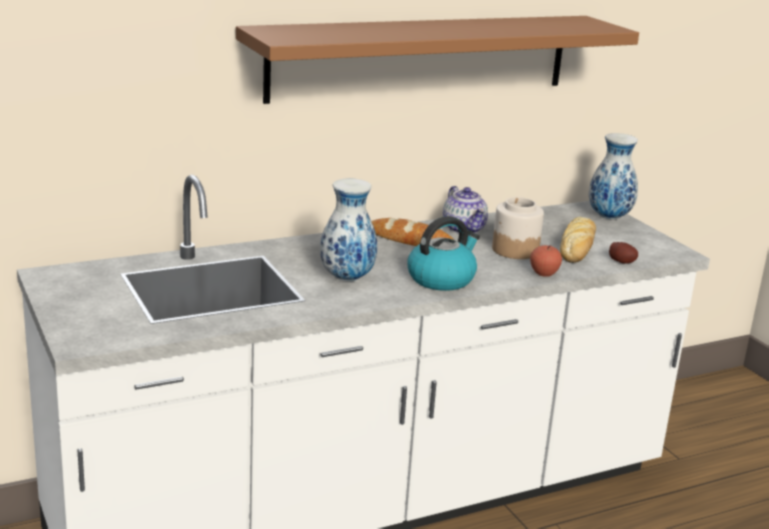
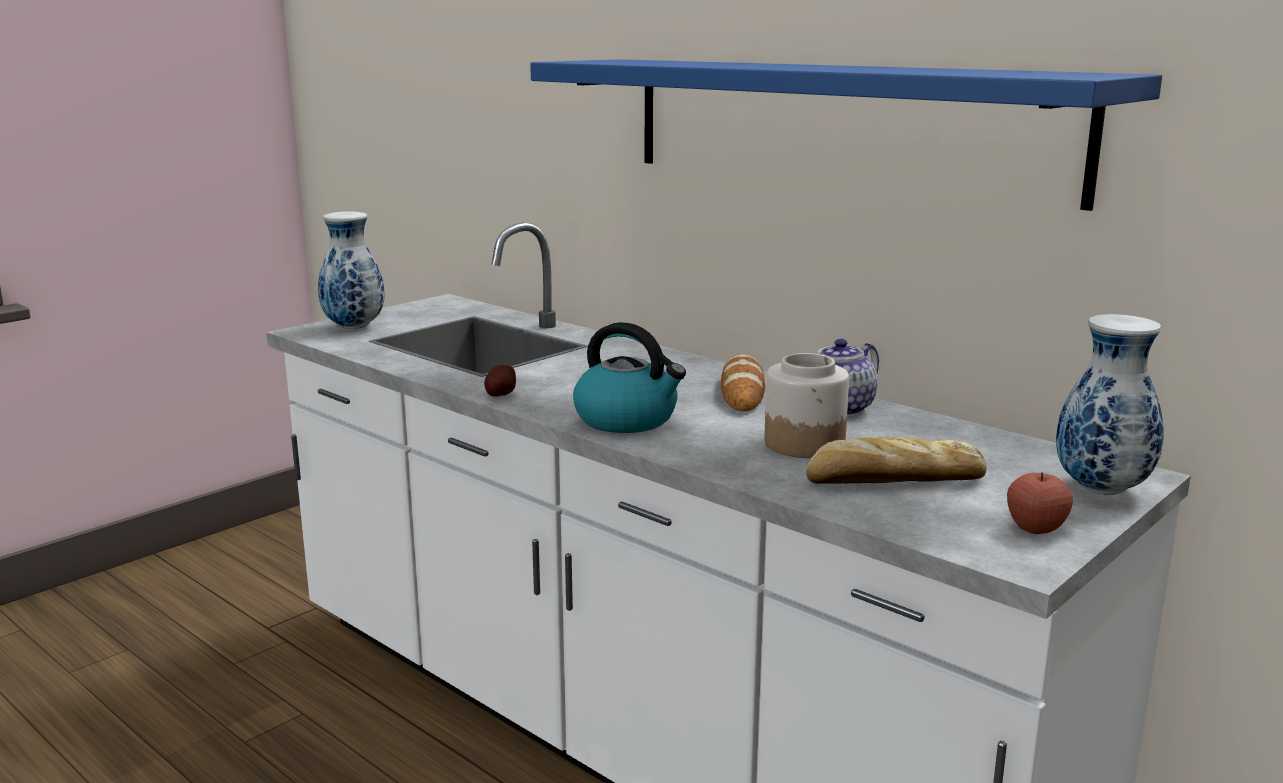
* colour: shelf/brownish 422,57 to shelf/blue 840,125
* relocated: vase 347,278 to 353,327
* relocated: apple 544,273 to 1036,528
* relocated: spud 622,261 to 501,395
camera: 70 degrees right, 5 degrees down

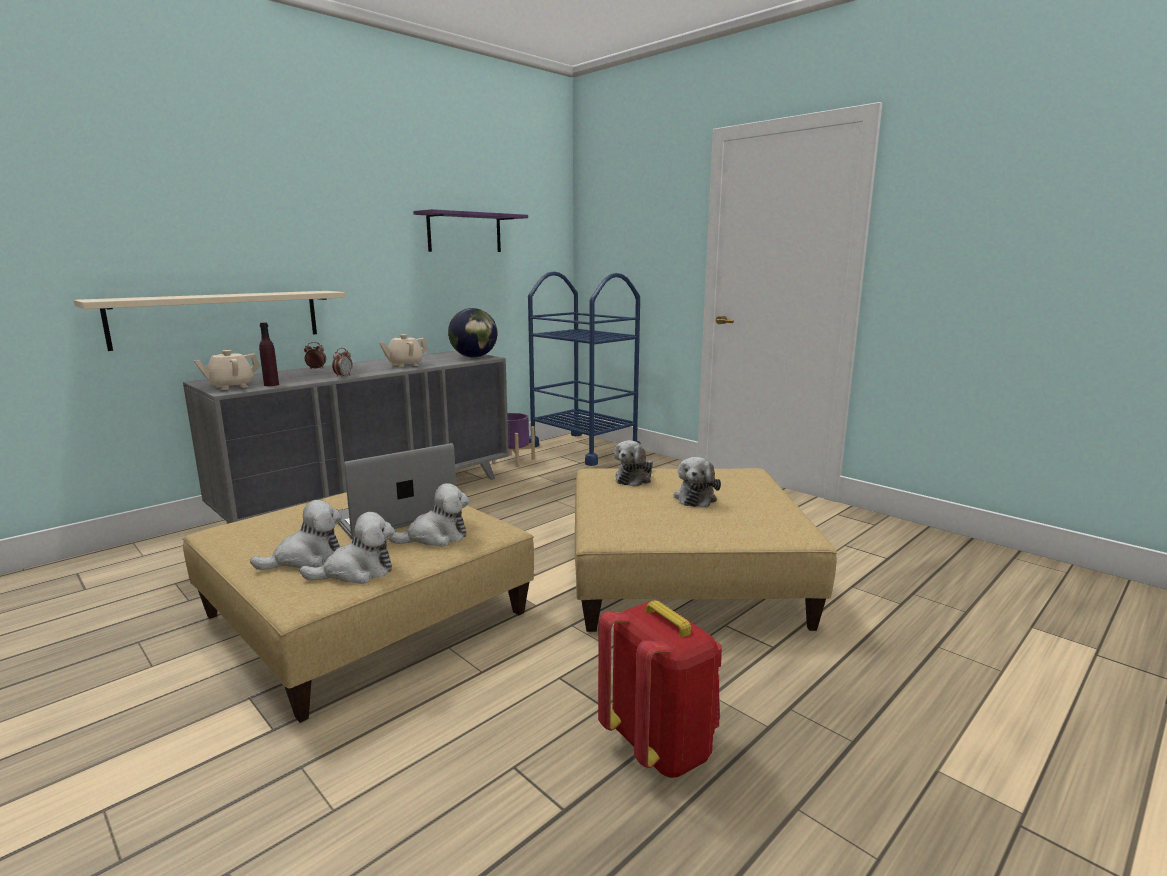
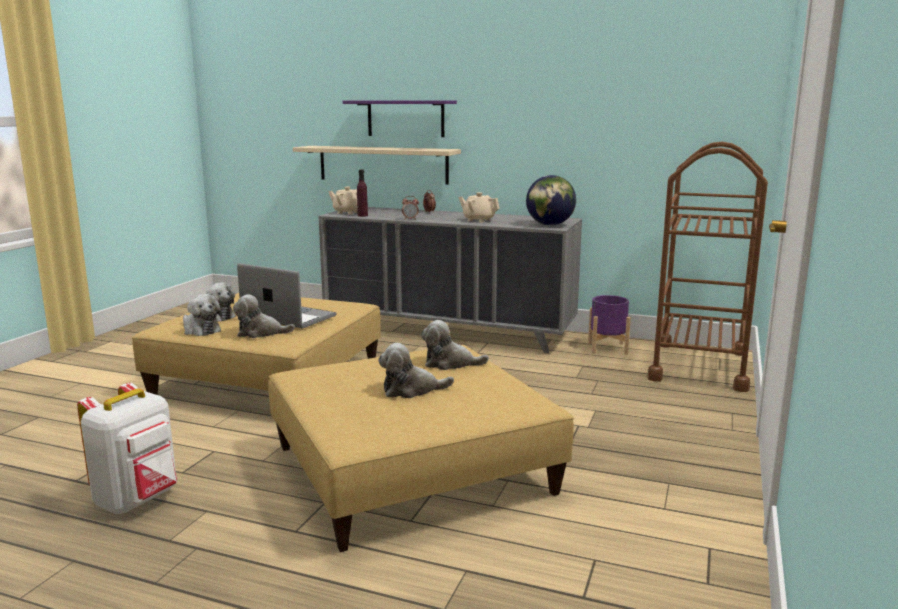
* spun: cuddly toy 435,537 = 260,333 135 degrees clockwise
* relocated: shelf/purple-coloured 464,232 to 405,118
* colour: cart/blue 583,448 to cart/brownish 699,366
* colour: rucksack/reddish 661,747 to rucksack/white-coloured 138,500
camera: 65 degrees right, 0 degrees up

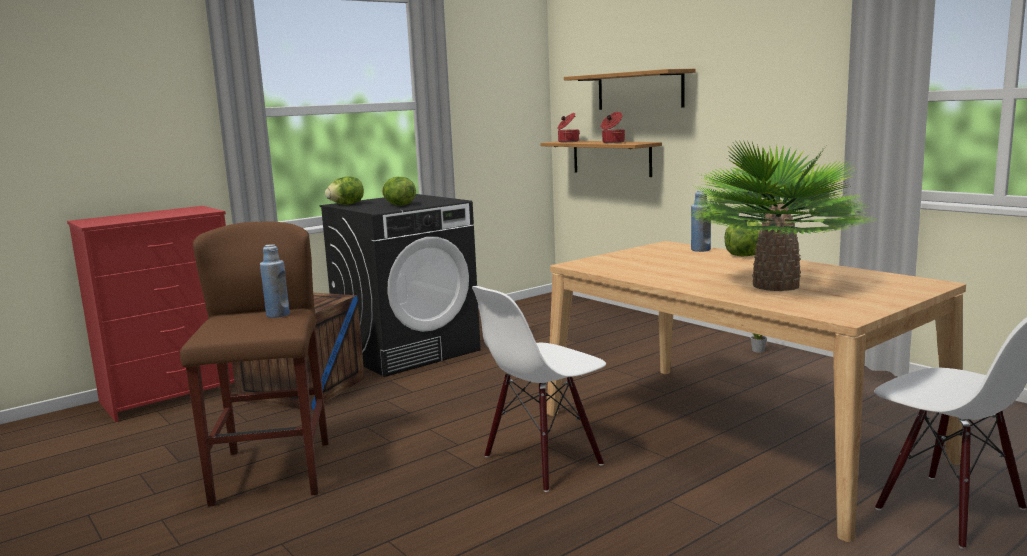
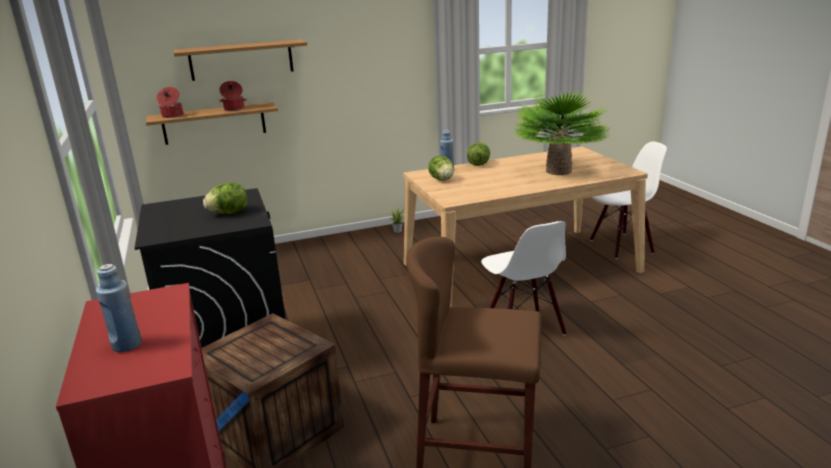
* relocated: bottle/blue 277,315 to 127,345
* relocated: lettuce head 346,204 to 442,180
camera: 70 degrees left, 10 degrees up

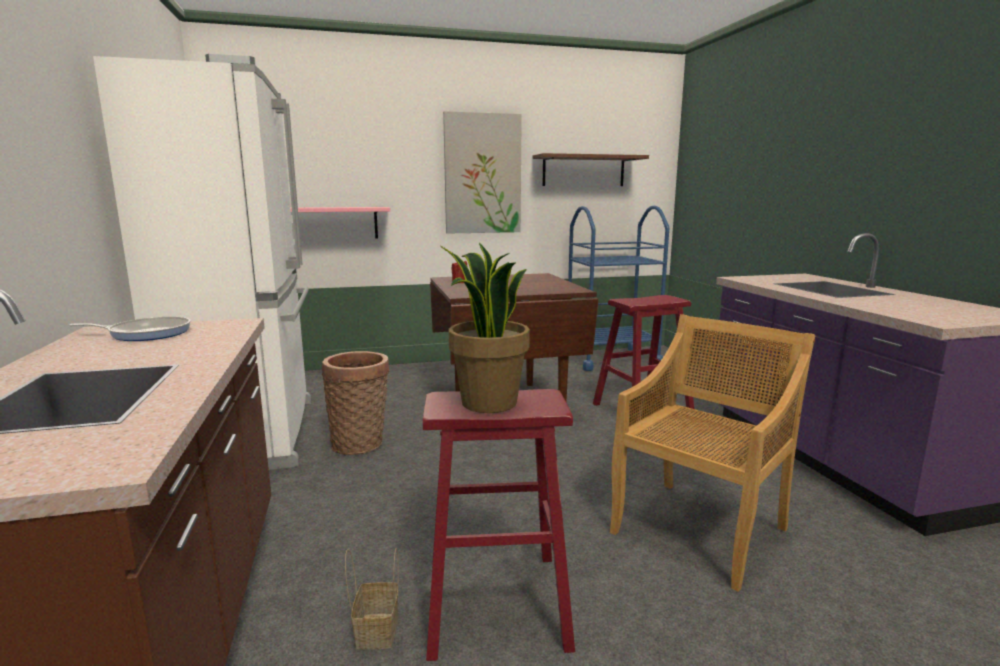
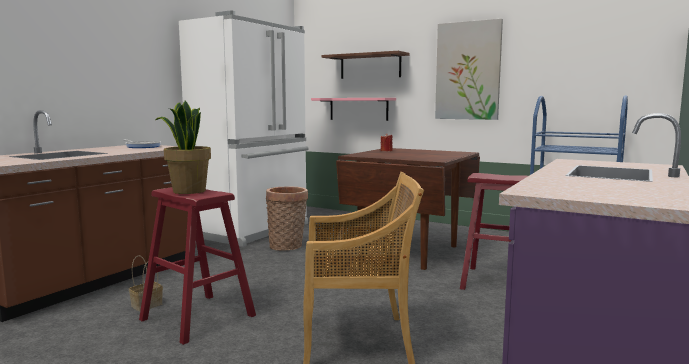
* relocated: shelf/brownish 583,171 to 370,66
camera: 45 degrees right, 5 degrees down

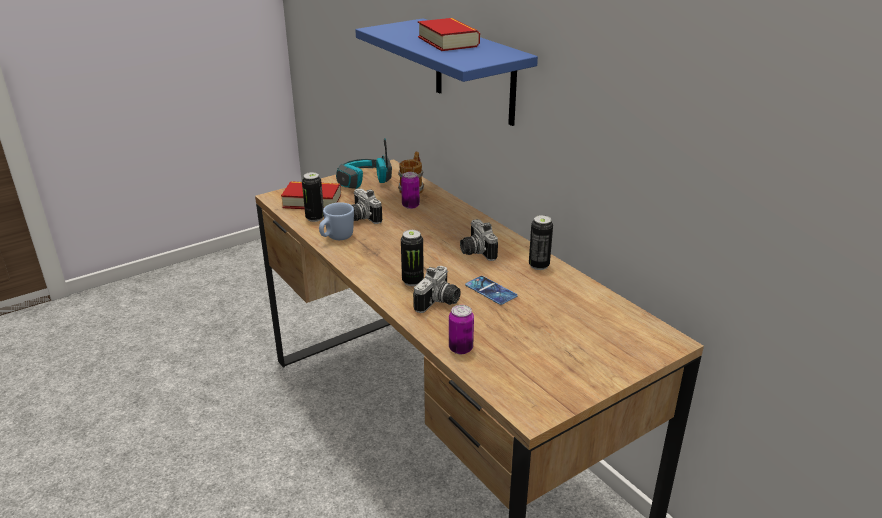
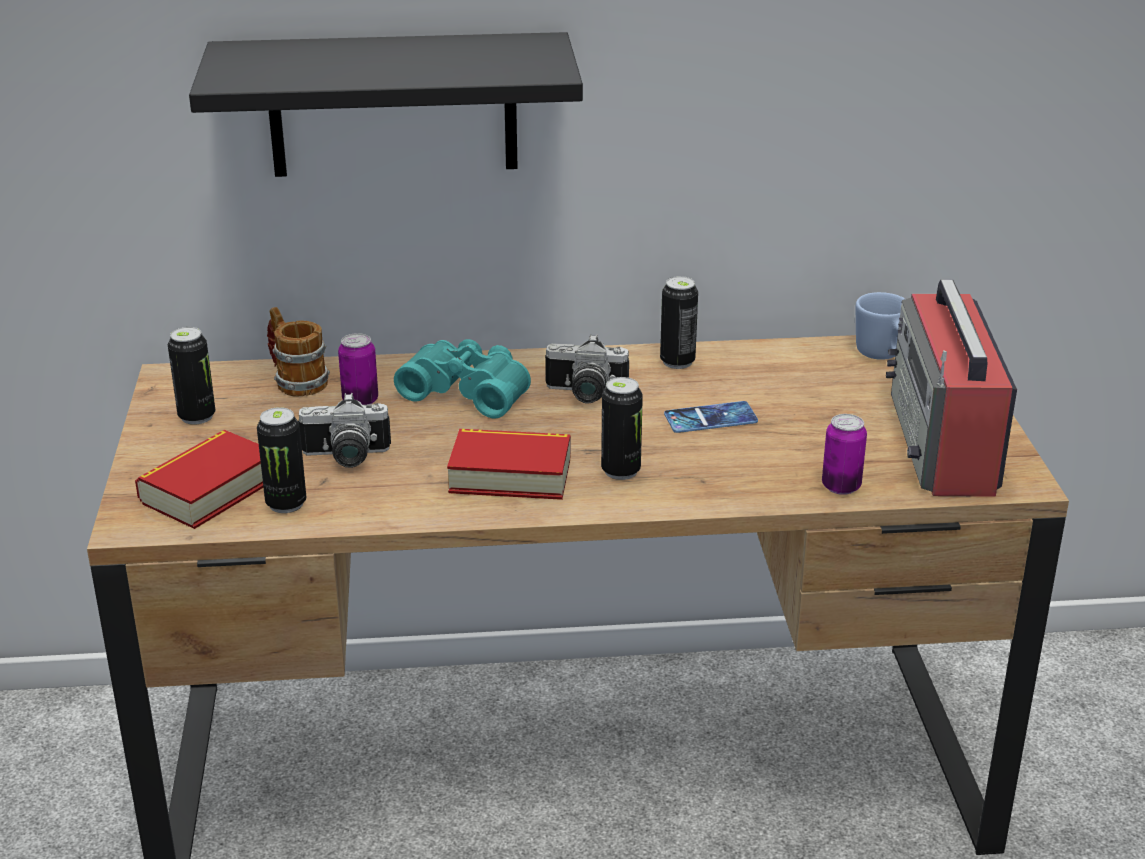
* relocated: mug/blue 336,238 to 883,356
* exchanged: headphones 364,181 to sealed can 197,416
* colour: shelf/blue 474,72 to shelf/black 393,105
* missing: photo camera 439,303
* relocated: volume 448,42 to 510,475
* appeared: binoculars/turquoise-coloured 468,391
* appeared: radio set 943,444
camera: 60 degrees left, 0 degrees up

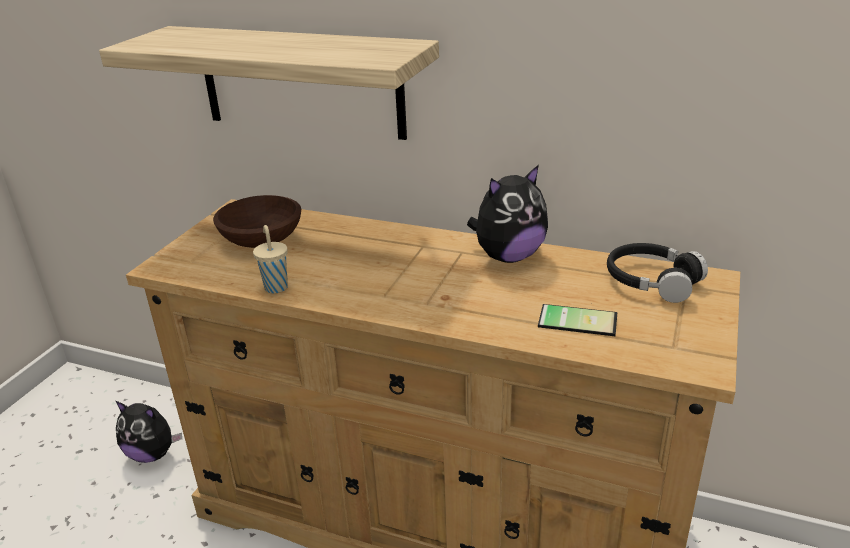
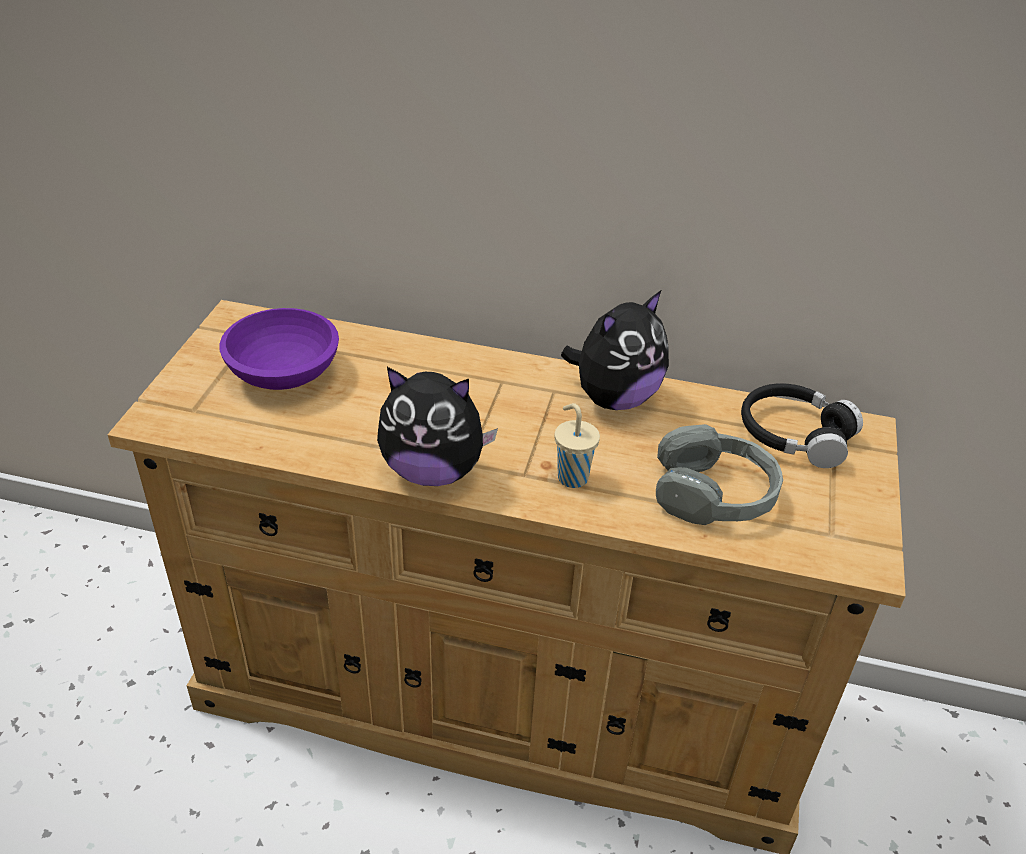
* missing: shelf 300,82
* relocated: cuddly toy 152,454 to 433,471
* colour: deep dish/brownish 263,240 to deep dish/purple-coloured 286,374
* relocated: small cup/beige 276,287 to 571,477
* exchanged: telephone 578,318 to headphones/gray 714,494
camera: 10 degrees left, 10 degrees up

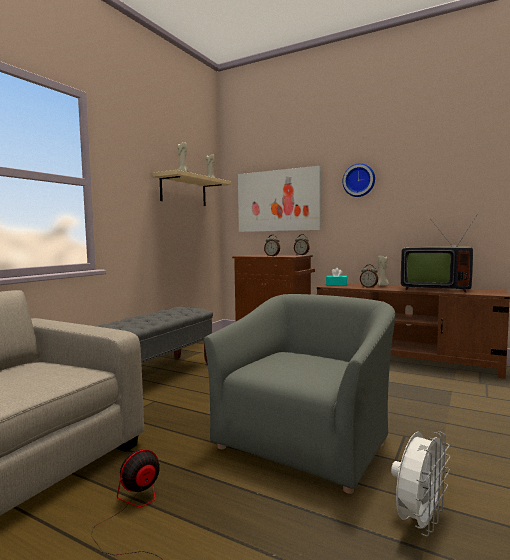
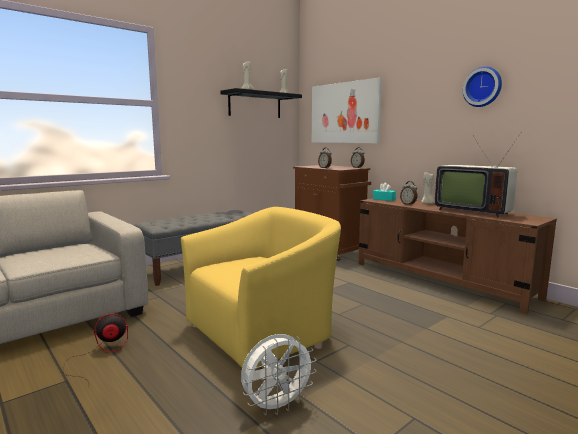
* colour: shelf/beige 183,191 to shelf/black 255,105
* colour: lounge chair/gray 306,440 to lounge chair/yellow 262,333
* relocated: hanging clock 359,180 to 483,87
camera: 20 degrees right, 5 degrees up

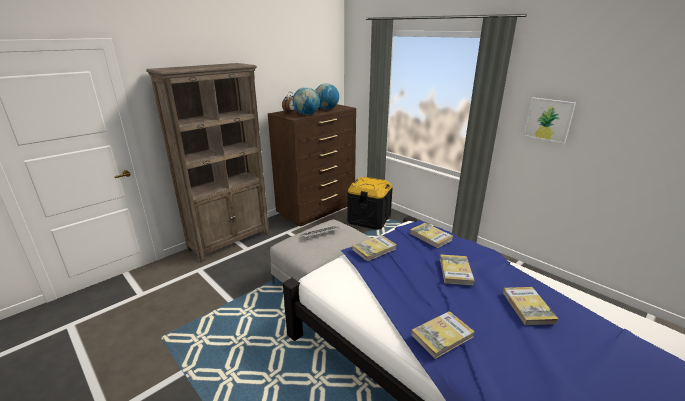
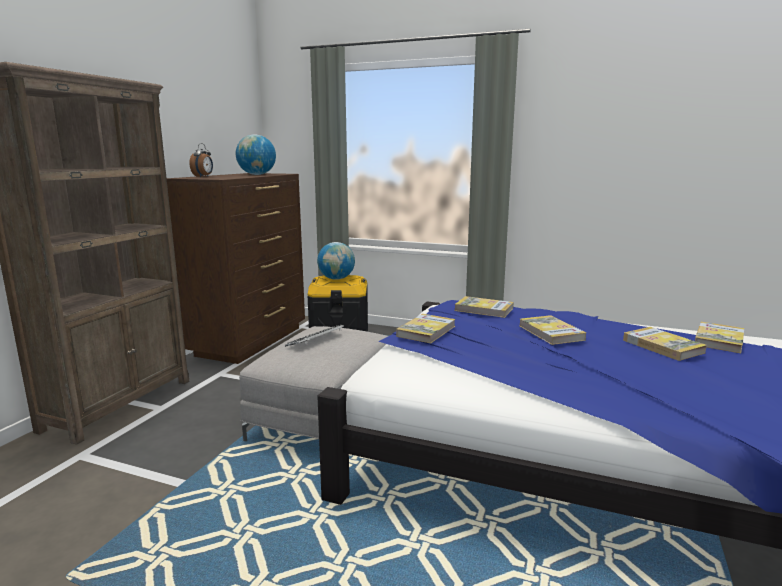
* relocated: world globe 306,115 to 336,279
* relocated: volume 442,336 to 719,340
* missing: picture 548,120
camera: 25 degrees left, 10 degrees down

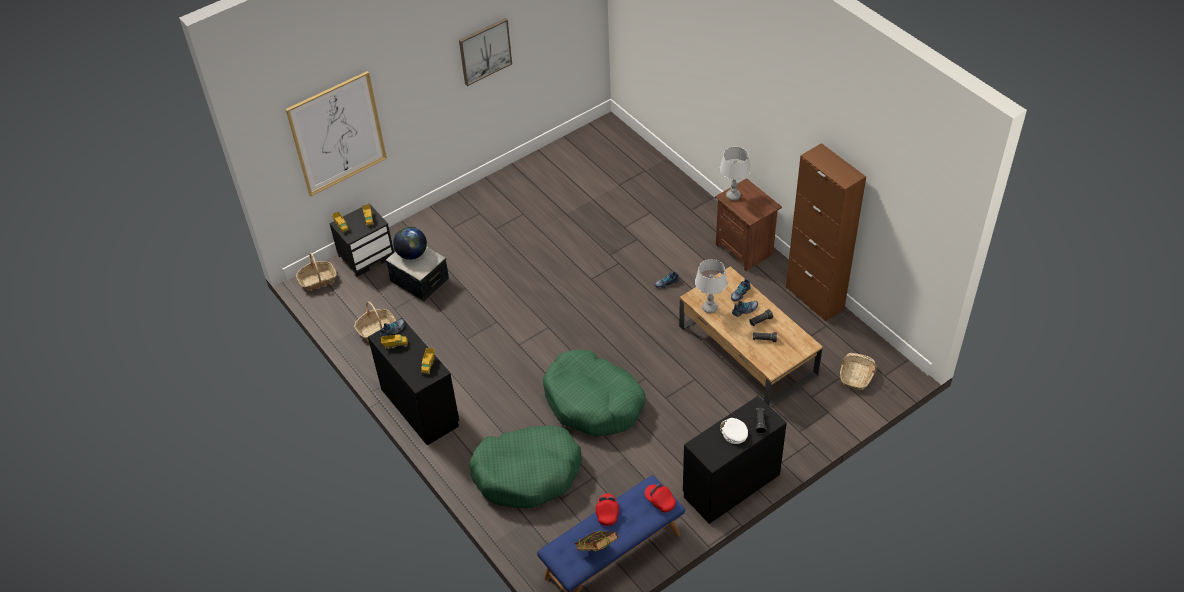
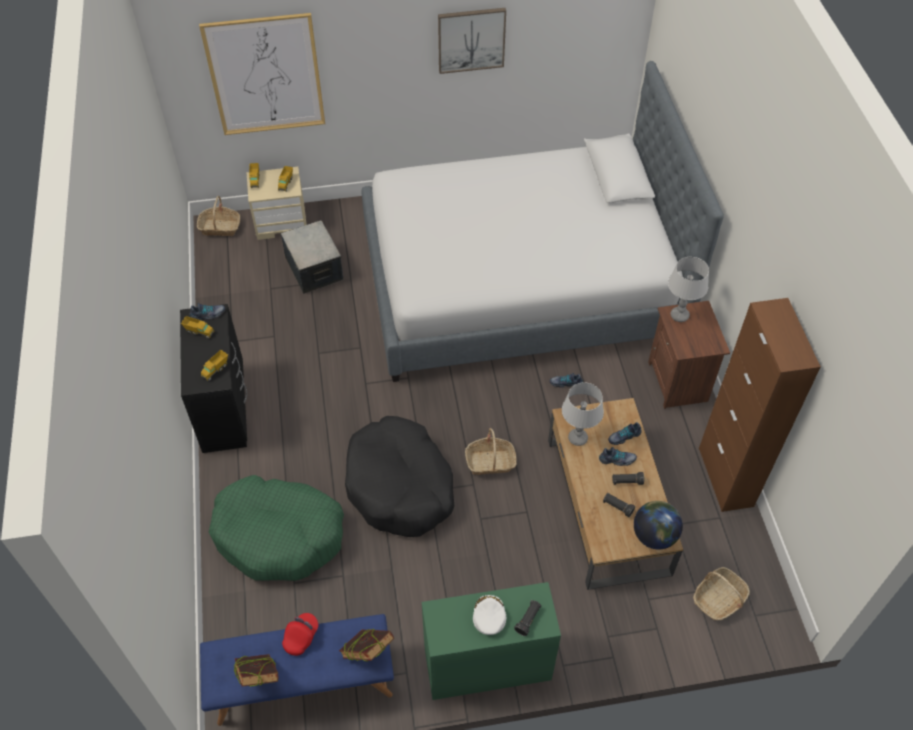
* colour: night table/black 367,256 to night table/beige 281,221
* relocated: basket 376,329 to 490,462
* relocated: world globe 412,254 to 654,535
* colour: dog cushion/green 593,402 to dog cushion/black 400,486
* exchanged: baseball cap/reddish 660,501 to volume 368,653
* colour: dresser/black 730,485 to dresser/green 486,663
* appeared: bed 520,283
camera: 25 degrees right, 5 degrees up

